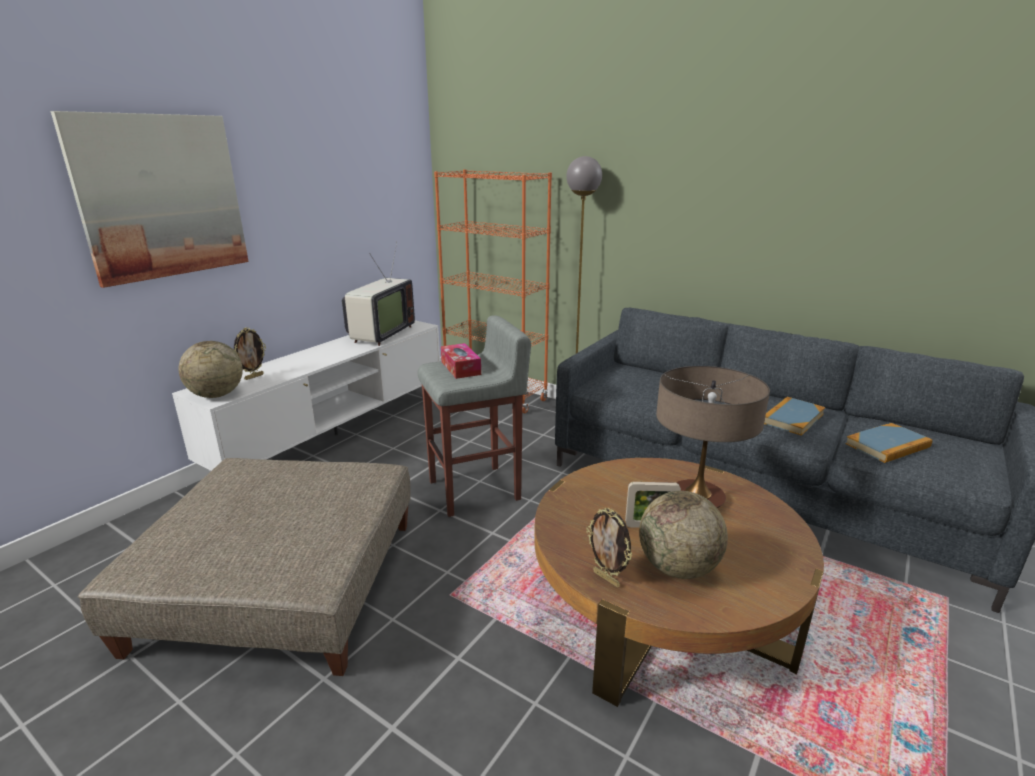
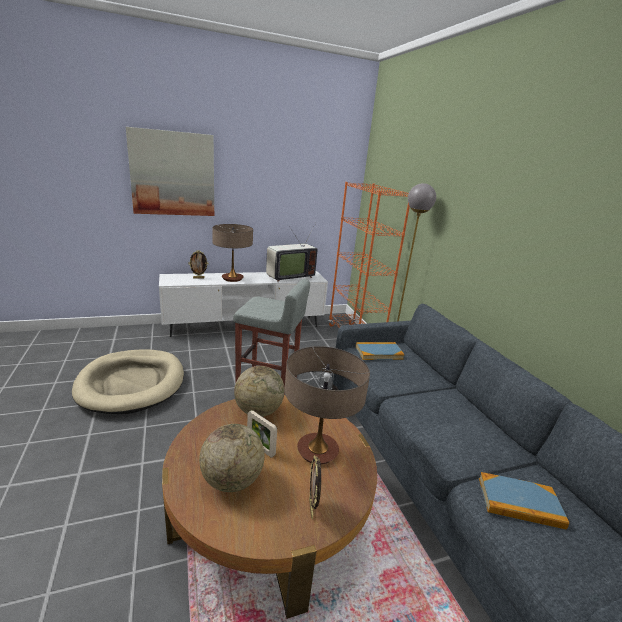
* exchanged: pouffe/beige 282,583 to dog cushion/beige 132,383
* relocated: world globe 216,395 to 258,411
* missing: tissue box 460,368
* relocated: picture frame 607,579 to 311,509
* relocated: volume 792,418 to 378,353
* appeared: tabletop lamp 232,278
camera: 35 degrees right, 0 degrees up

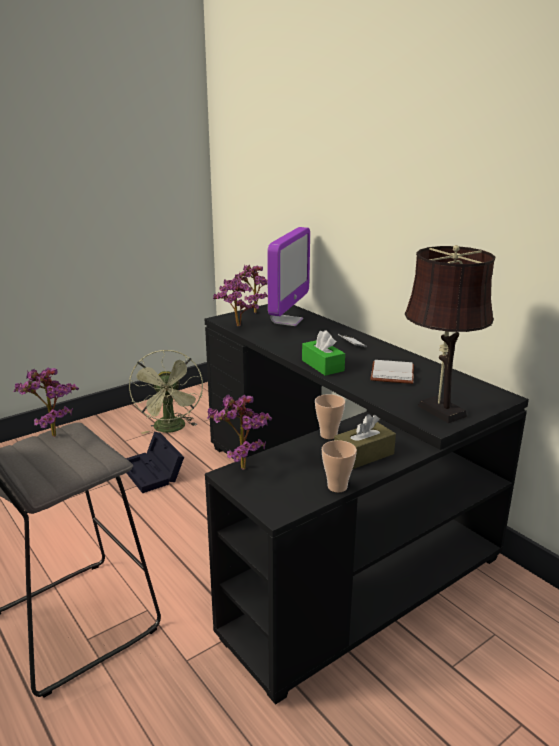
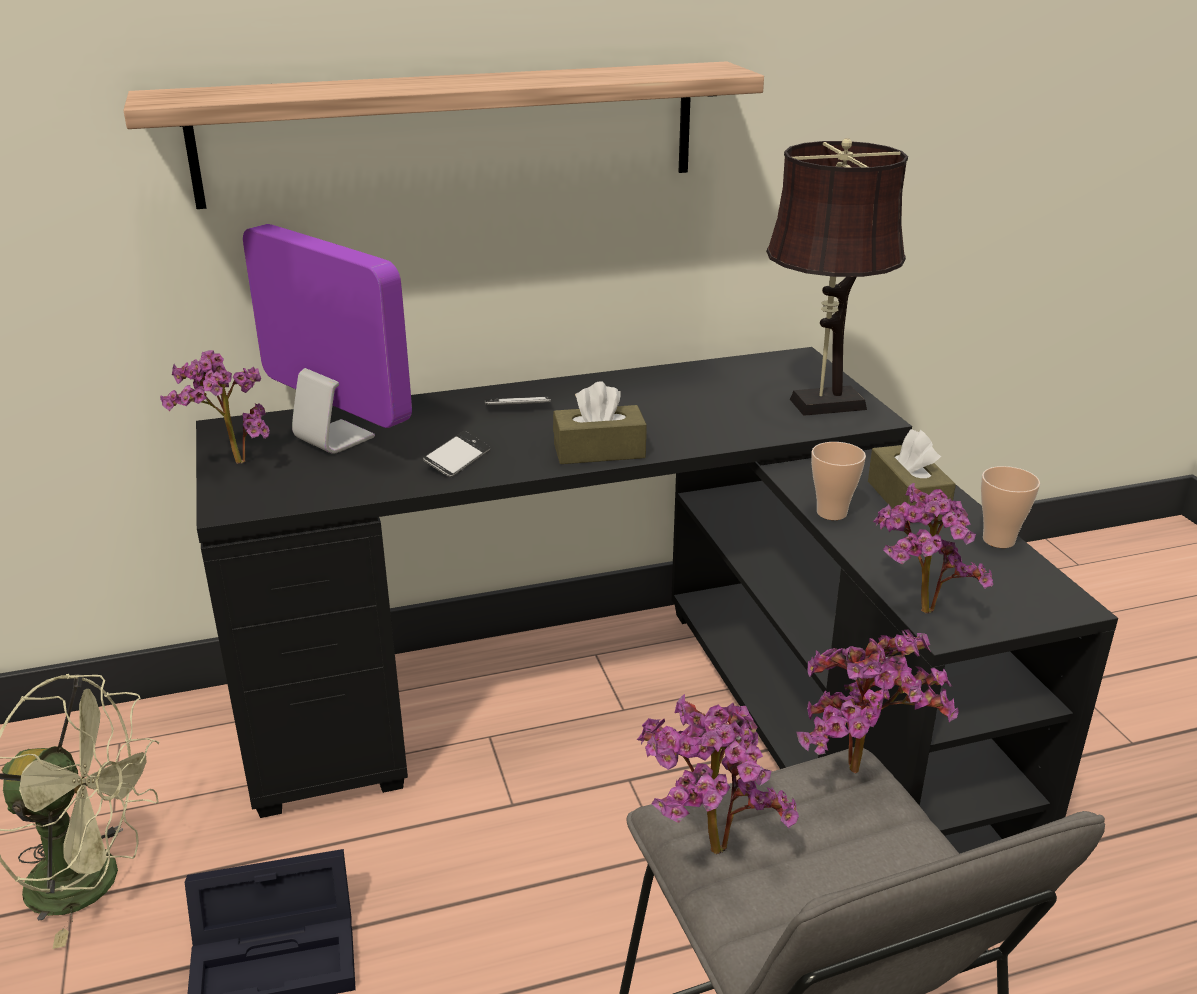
* relocated: houseplant 236,327 to 862,777
* colour: tissue box/green 322,365 to tissue box/brownish 599,451
* missing: volume/white-coloured 390,373
* appeared: shelf 451,133
* appeared: telephone 457,460
camera: 70 degrees left, 5 degrees up

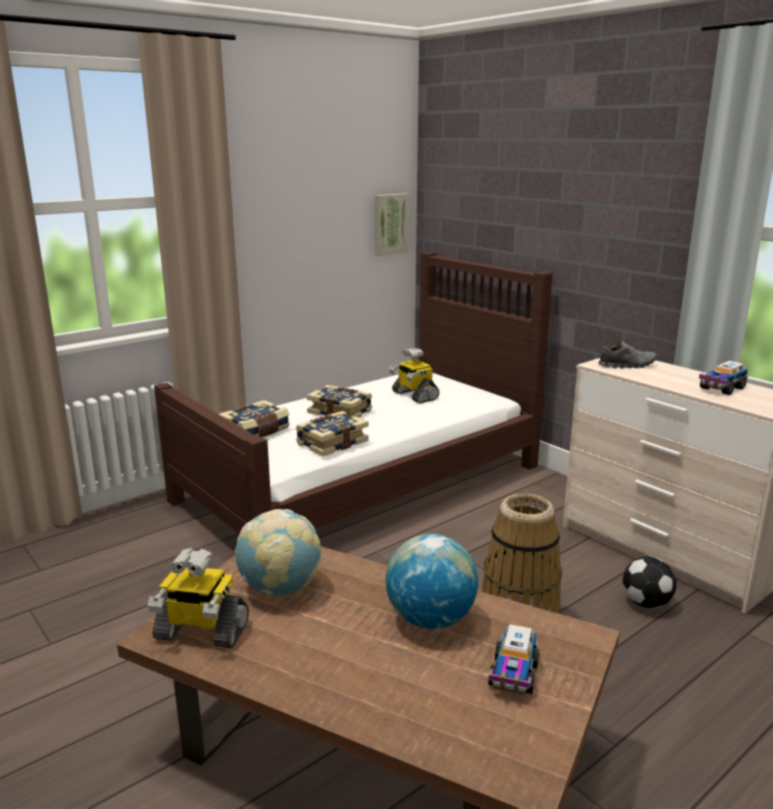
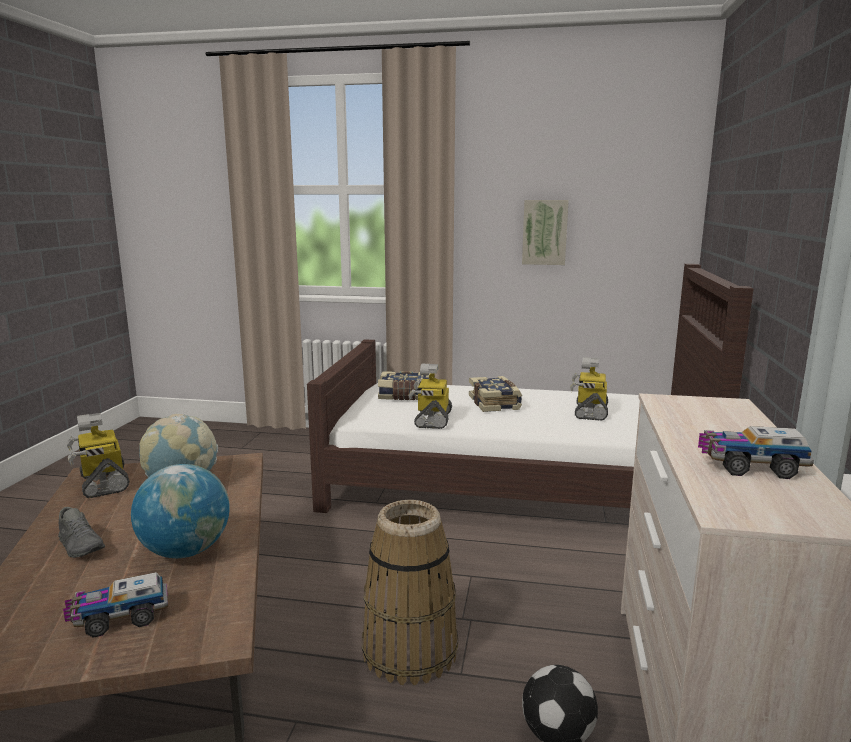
* exchanged: volume 331,443 to toy robot 432,419
* relocated: picture 390,224 to 544,232
* relocated: low shoe/gray 627,365 to 81,546
camera: 50 degrees right, 5 degrees down

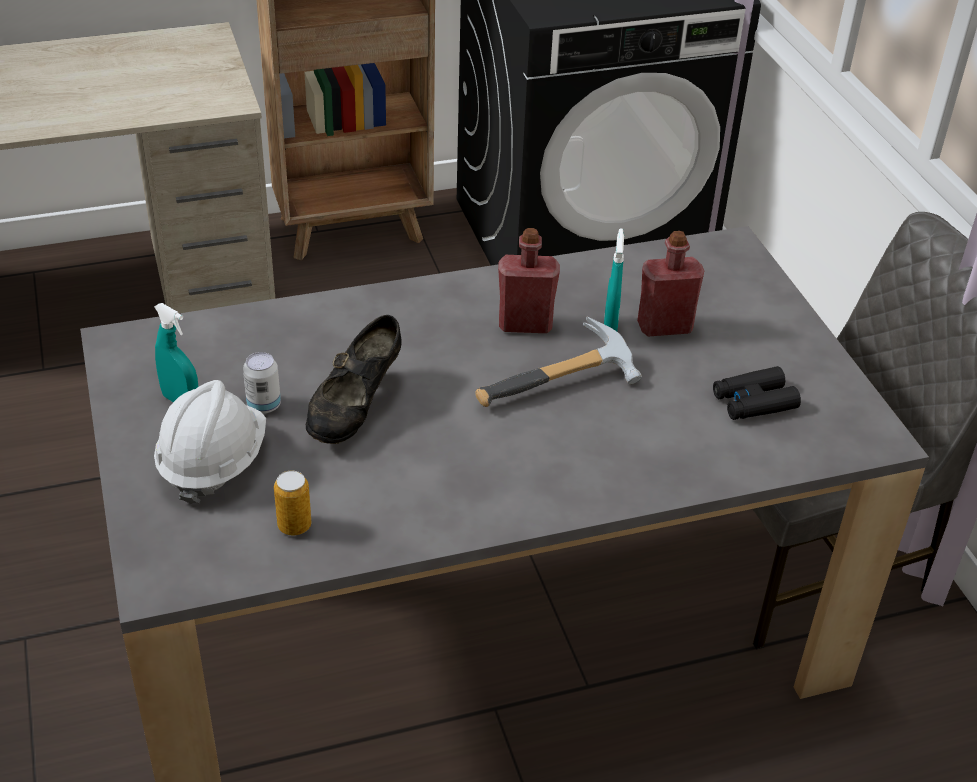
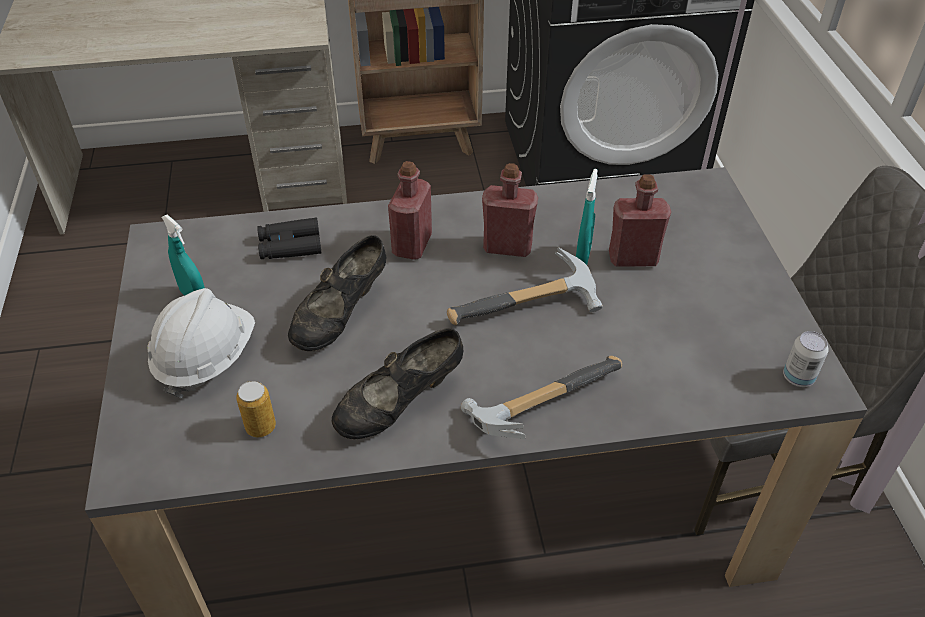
* relocated: sealed can 264,405 to 798,377
* relocated: binoculars/black 753,402 to 290,246
* appeared: low shoe/black 399,405
* appeared: bottle/reddish 412,245
* appeared: hammer 538,402
camera: 10 degrees right, 5 degrees up

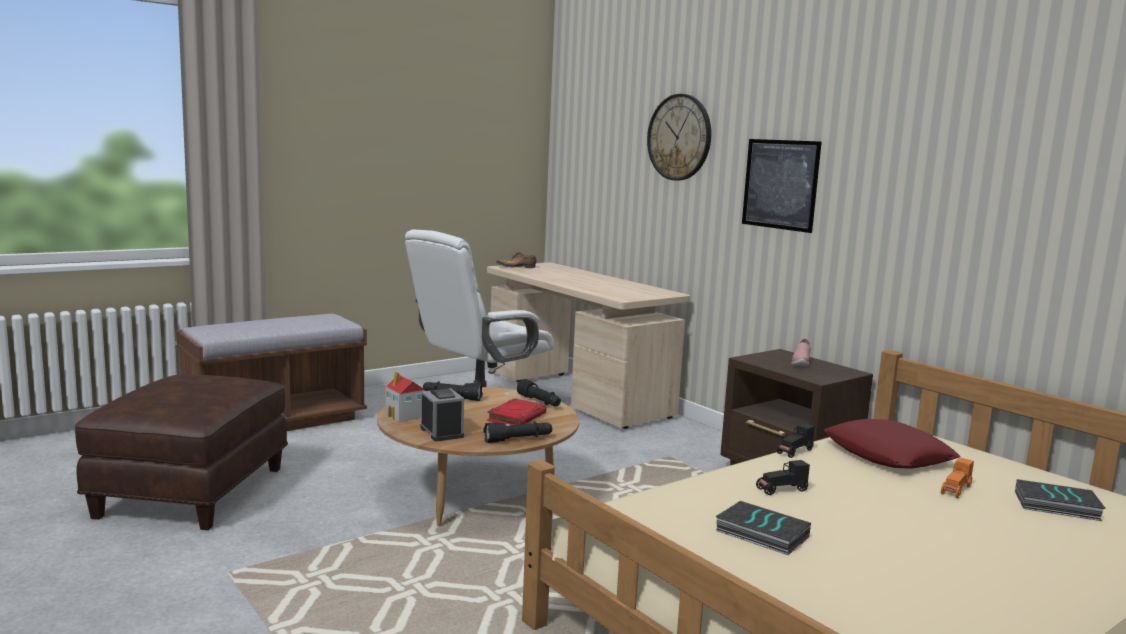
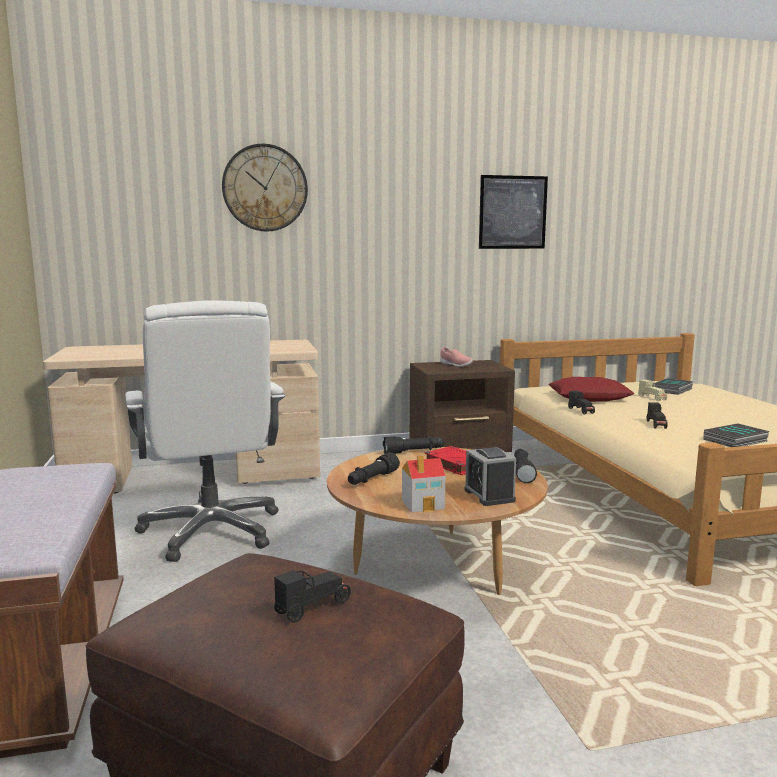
* spun: bedside clock 442,432 = 489,495 105 degrees counterclockwise
* missing: low shoe 516,267
* relocated: picture 780,184 to 512,212
* colour: miniature car/orange 956,490 to miniature car/beige 652,398
* appeared: miniature car/black 313,607
camera: 65 degrees left, 0 degrees up

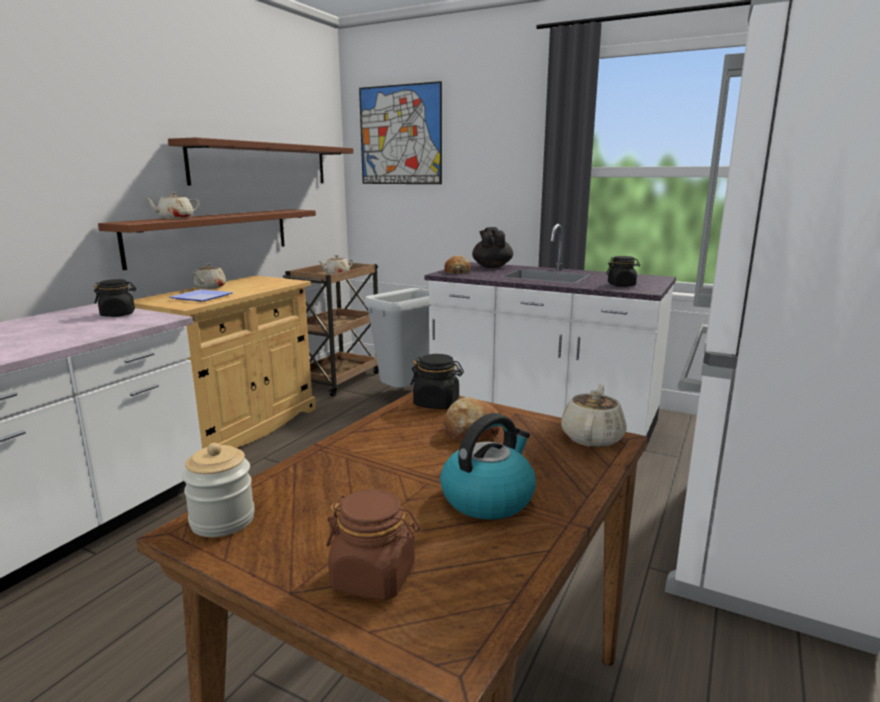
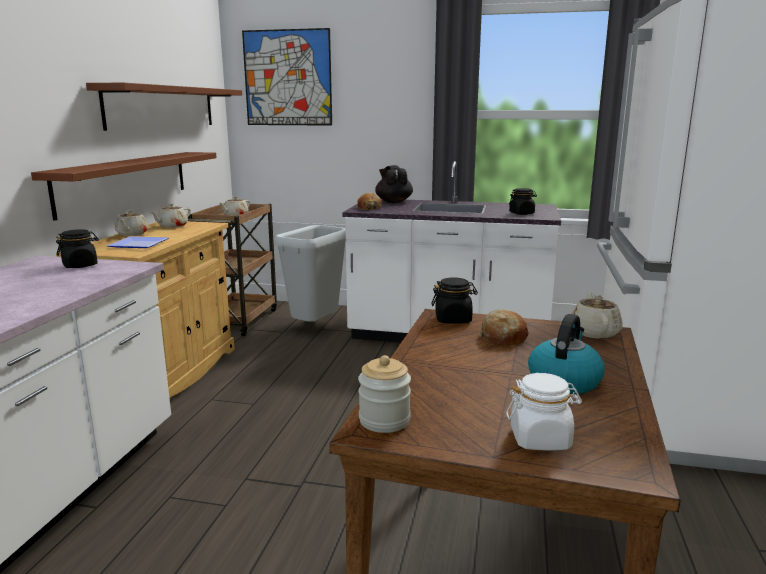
* relocated: teapot/beige 175,218 to 172,226
* colour: storage jar/brownish 374,577 to storage jar/white-coloured 540,439
camera: 15 degrees left, 0 degrees up

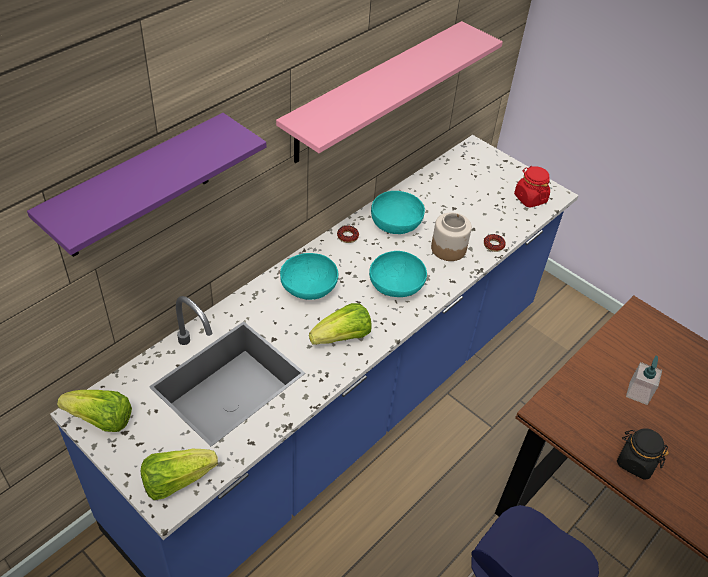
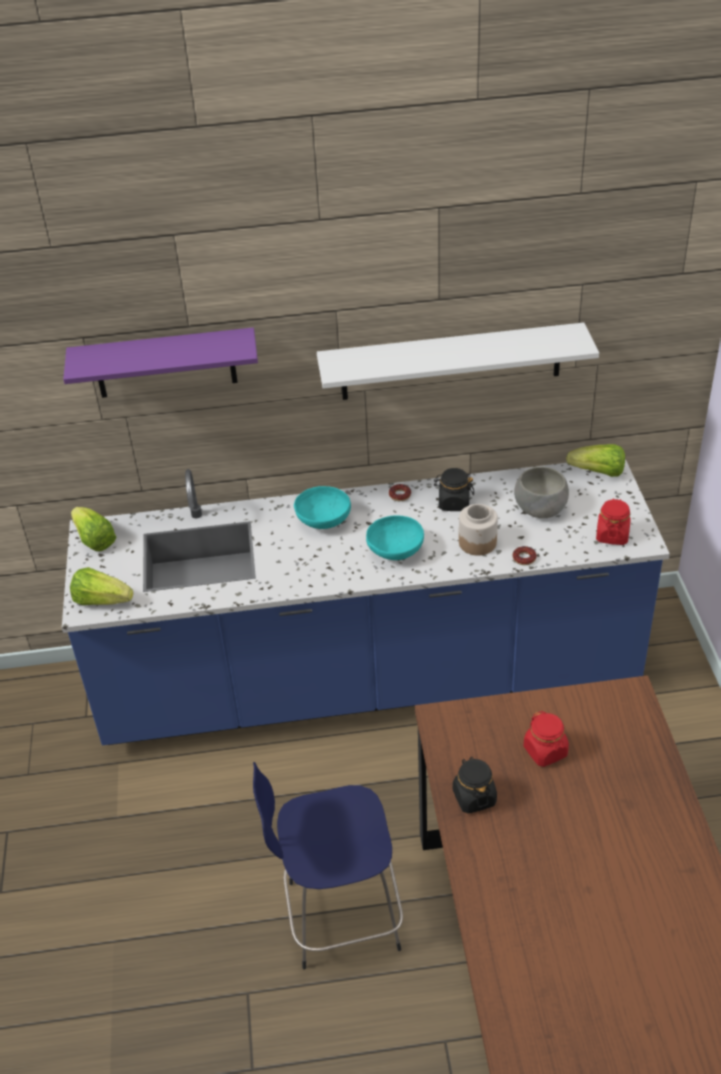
* colour: shelf/pink-coloured 374,92 to shelf/white-coloured 451,362
* relocated: lettuce head 342,338 to 598,472
* exchanged: deep dish/turquoise-coloured 396,224 to storage jar/black 453,503
* exchanged: liquid soap bottle 638,393 to storage jar/reddish 545,751
* appeared: deep dish/gray 539,508
camera: 45 degrees right, 5 degrees down

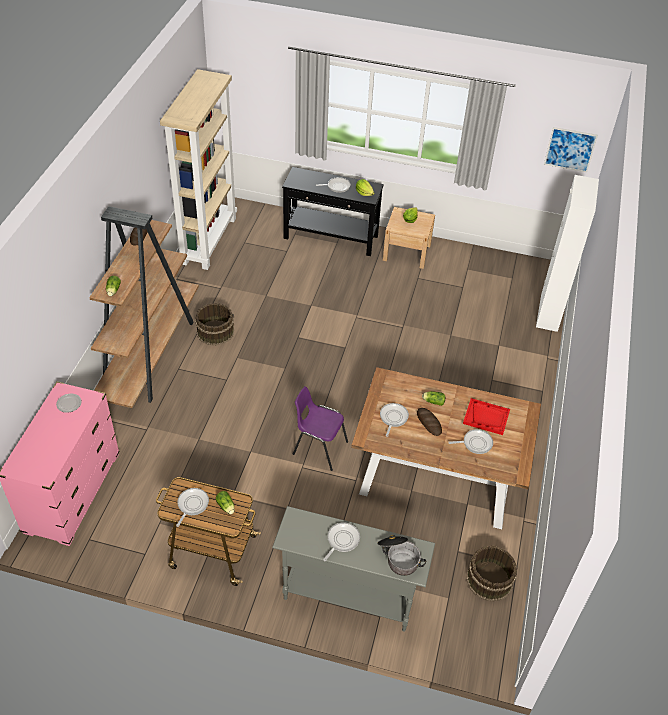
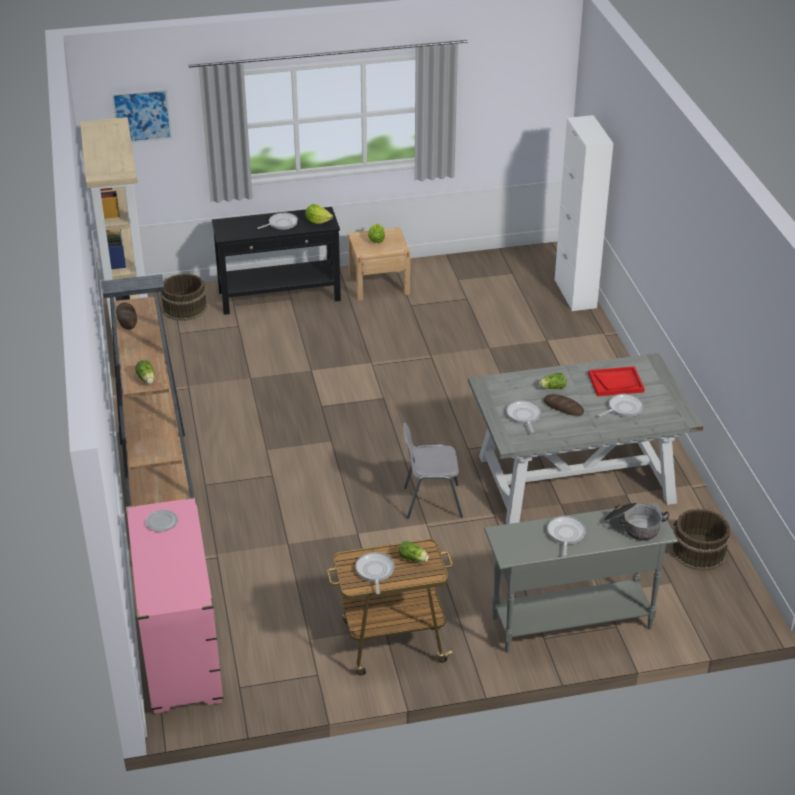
* relocated: water bucket/brownish 215,332 to 184,308
* colour: upright chair/purple-coloured 319,447 to upright chair/gray 431,502
* colour: dining table/brownish 437,474 to dining table/gray 575,479
* relocated: picture 570,149 to 142,116
camera: 25 degrees left, 10 degrees down

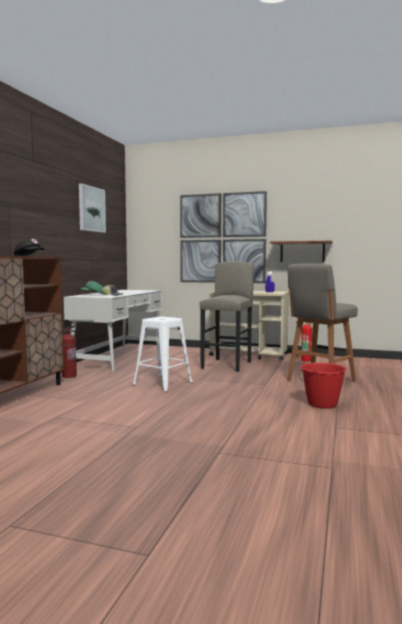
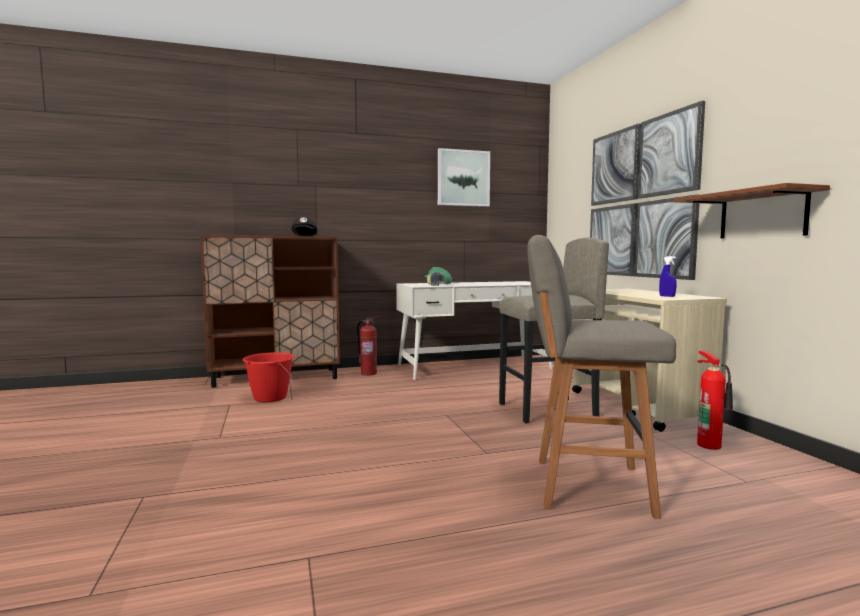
* missing: stool/white-coloured 163,384
* relocated: water bucket/reddish 322,404 to 270,398
camera: 55 degrees right, 0 degrees up

